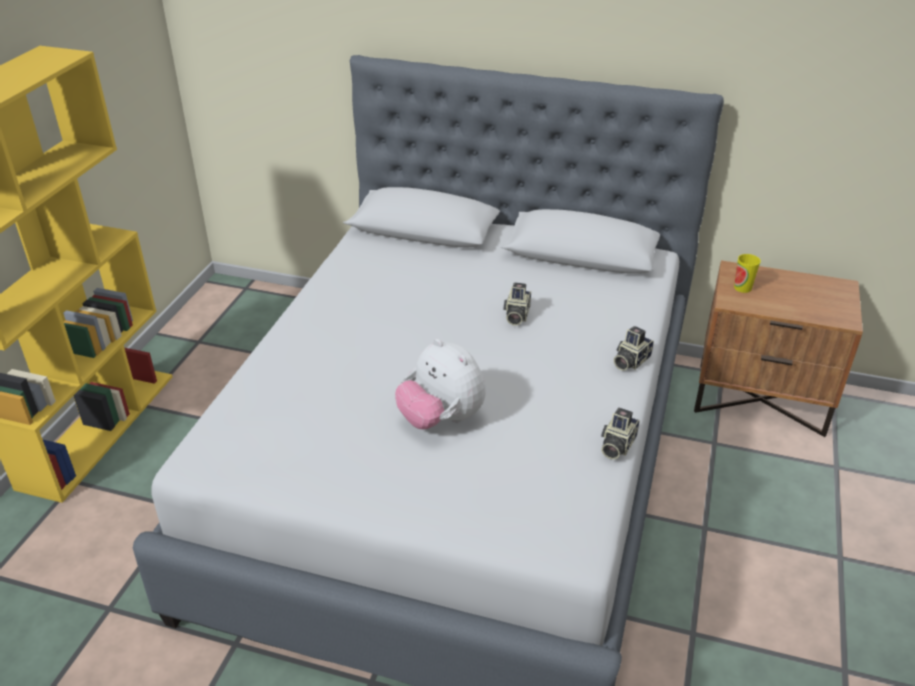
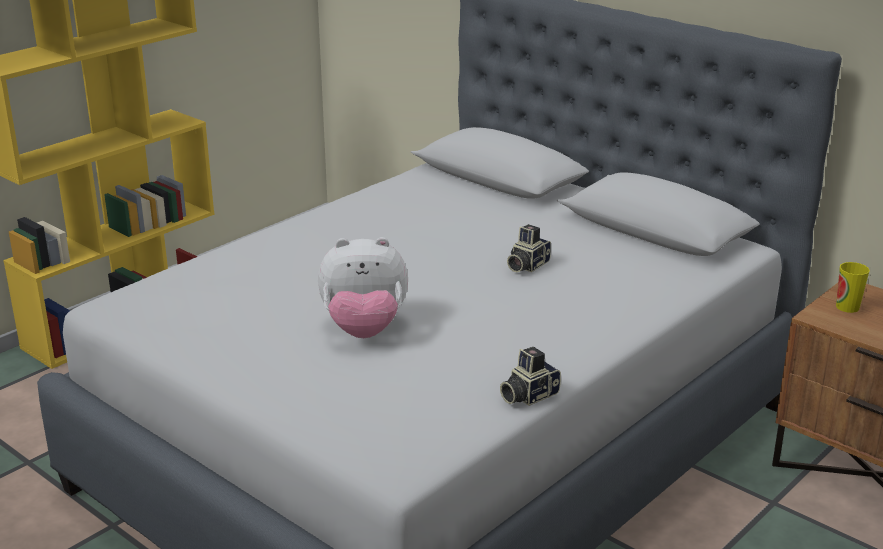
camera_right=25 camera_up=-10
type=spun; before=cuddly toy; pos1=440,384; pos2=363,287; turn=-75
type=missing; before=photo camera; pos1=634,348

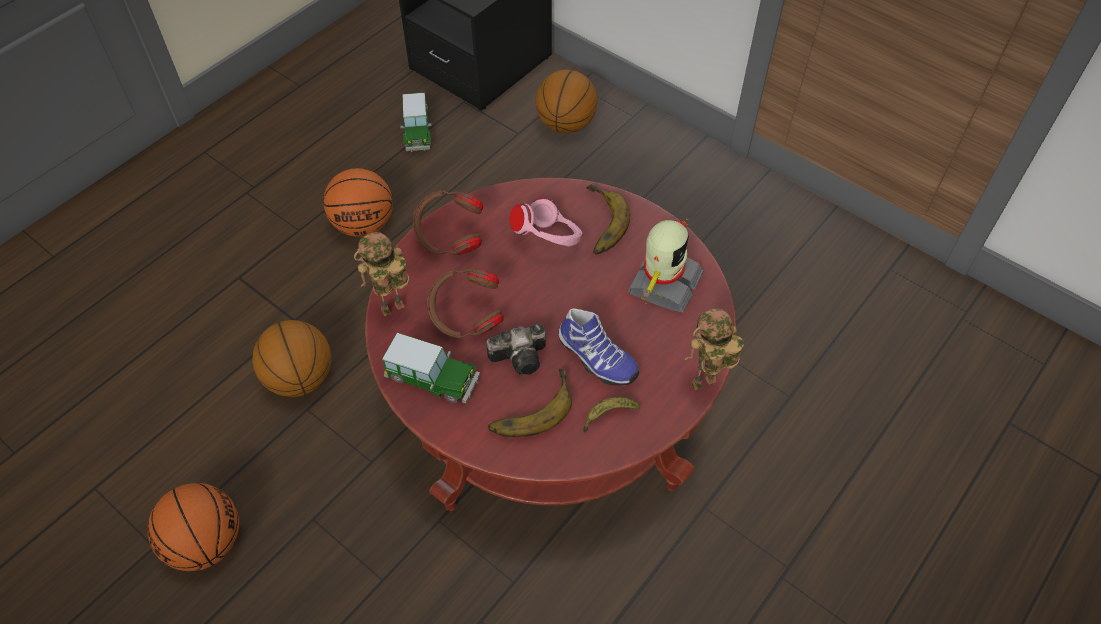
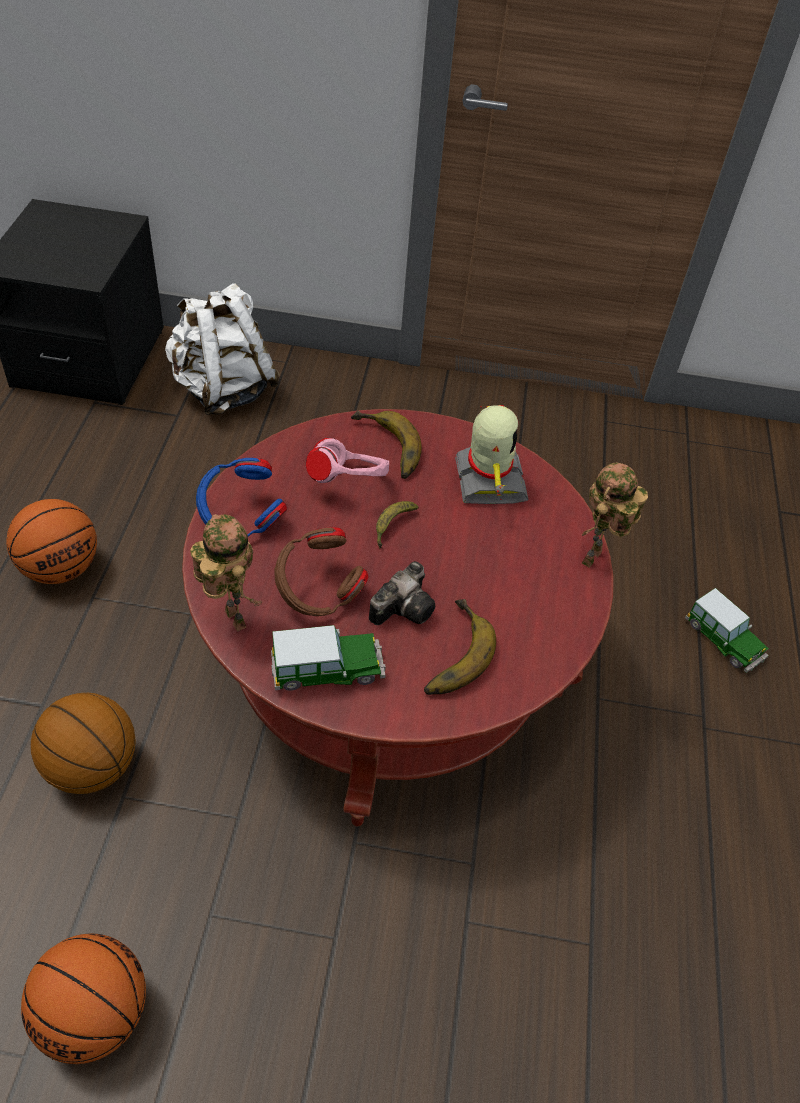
camera_right=-35 camera_up=-5
type=exchanged; before=ball for basketball; after=white knapsack; pos1=566,101; pos2=222,349
type=spun; before=model robot; pos1=381,274; pos2=226,573; turn=120
type=colour; before=brownish pair of headphones; after=blue-coloured pair of headphones; pos1=448,223; pos2=241,497
type=relocated; before=banana fruit; pos1=611,415; pos2=397,524
type=relocated; before=toy car; pos1=416,122; pos2=727,630
type=missing; before=low shoe; pos1=598,347

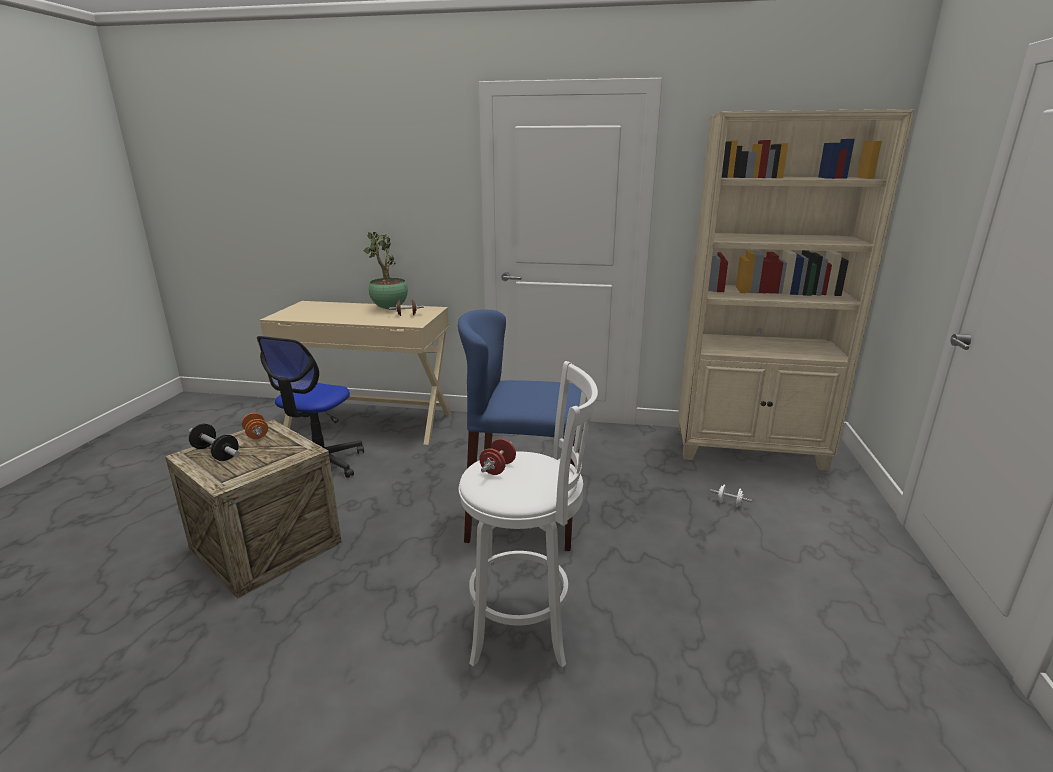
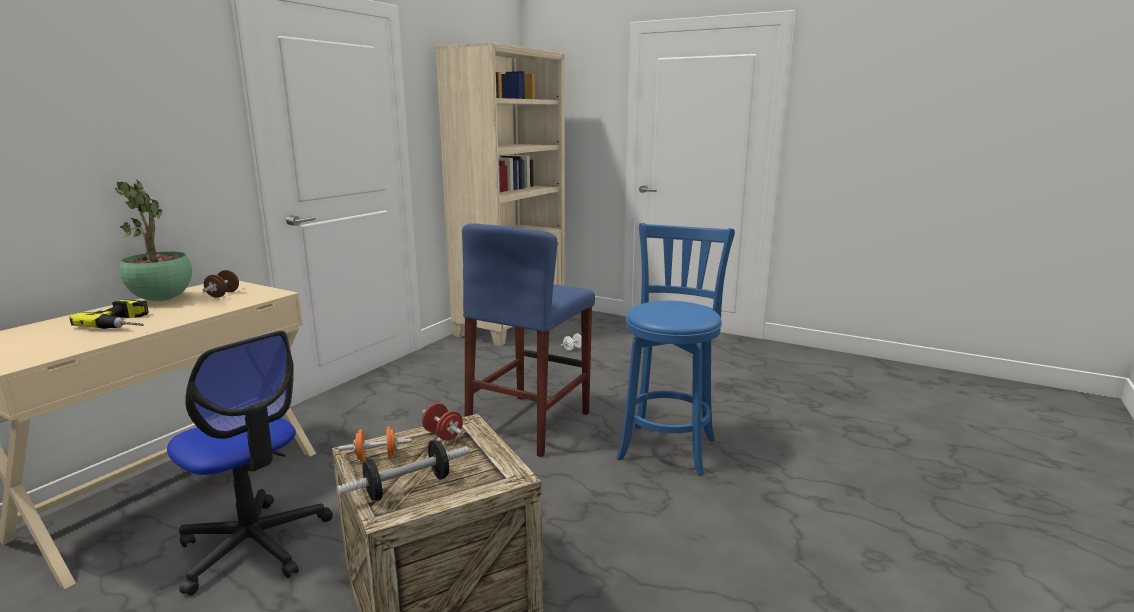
camera_right=-70 camera_up=-5
type=appeared; after=power drill; pos2=109,314
type=relocated; before=red-coloured dumbbell; pos1=497,456; pos2=442,422
type=colour; before=white stool; after=blue-coloured stool; pos1=528,514; pos2=675,349

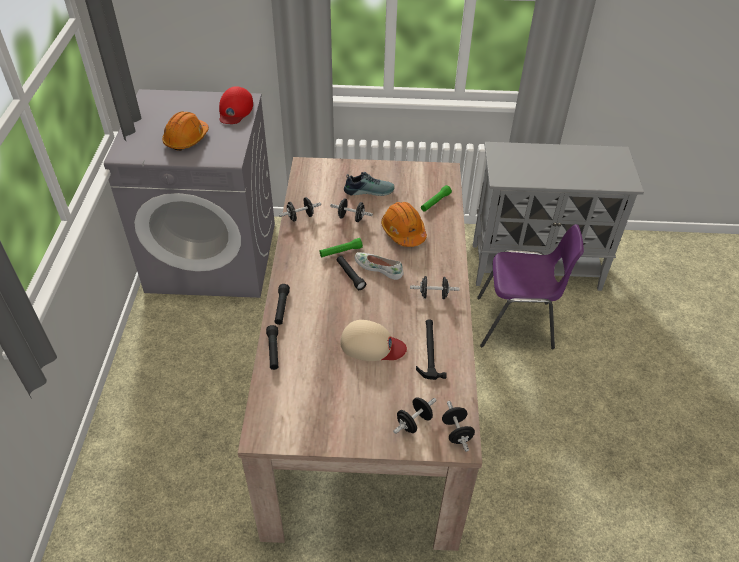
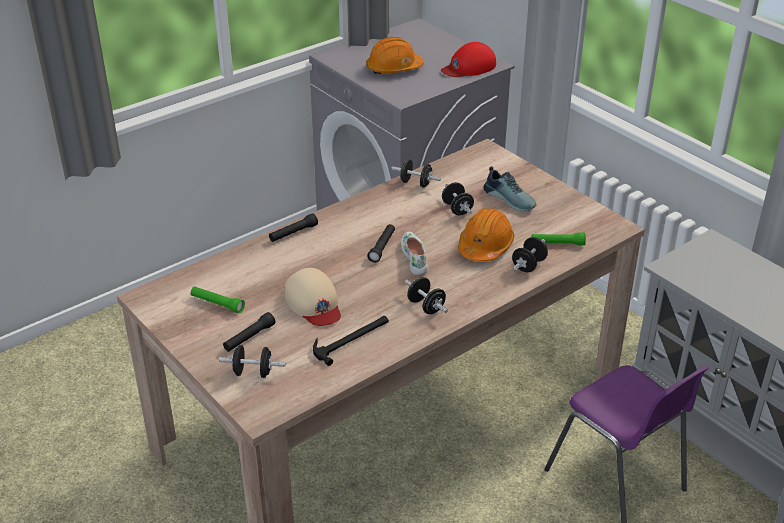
camera_right=50 camera_up=-10
type=relocated; before=green flashlight; pos1=341,247; pos2=218,300
type=relocated; before=black-coloured flashlight; pos1=272,347; pos2=249,332
type=relocated; before=black-coloured dumbbell; pos1=458,426; pos2=530,254

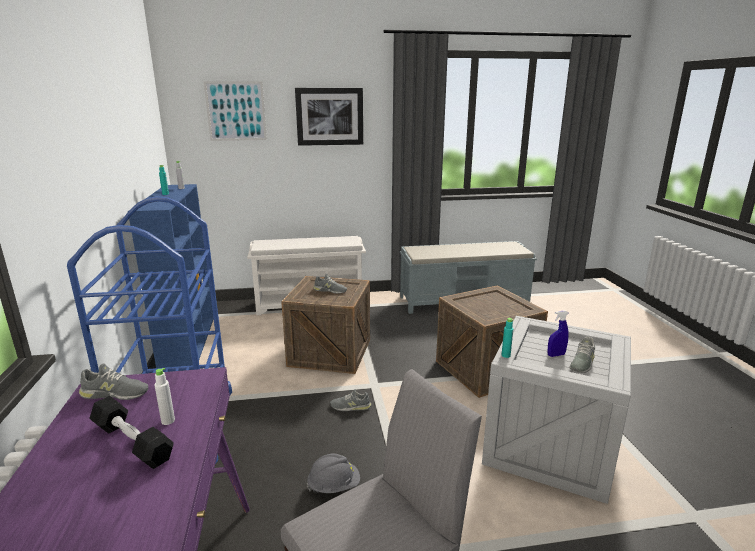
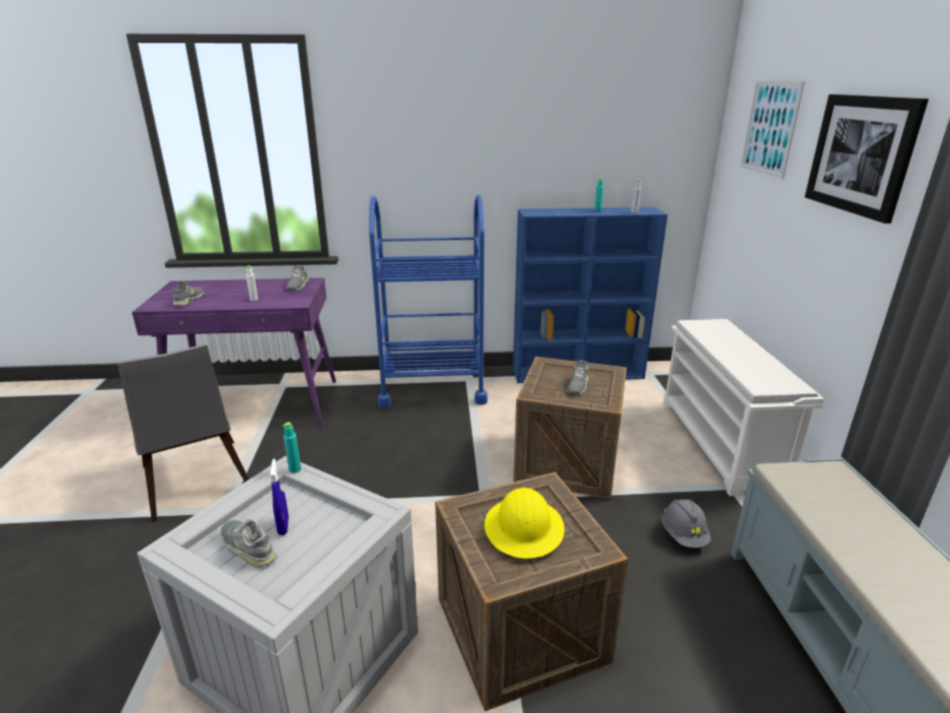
camera_right=95 camera_up=5
type=relocated; before=grey low shoe; pos1=350,400; pos2=188,293
type=appeared; after=yellowish hard hat; pos2=524,523
type=relocated; before=grey hard hat; pos1=333,473; pos2=686,523
type=missing; before=black-coloured dumbbell; pos1=131,432

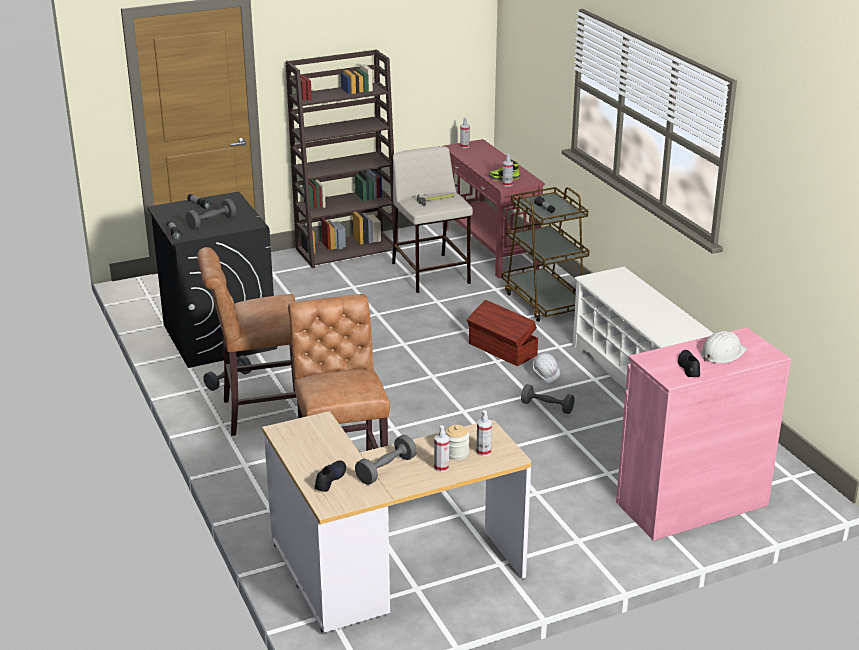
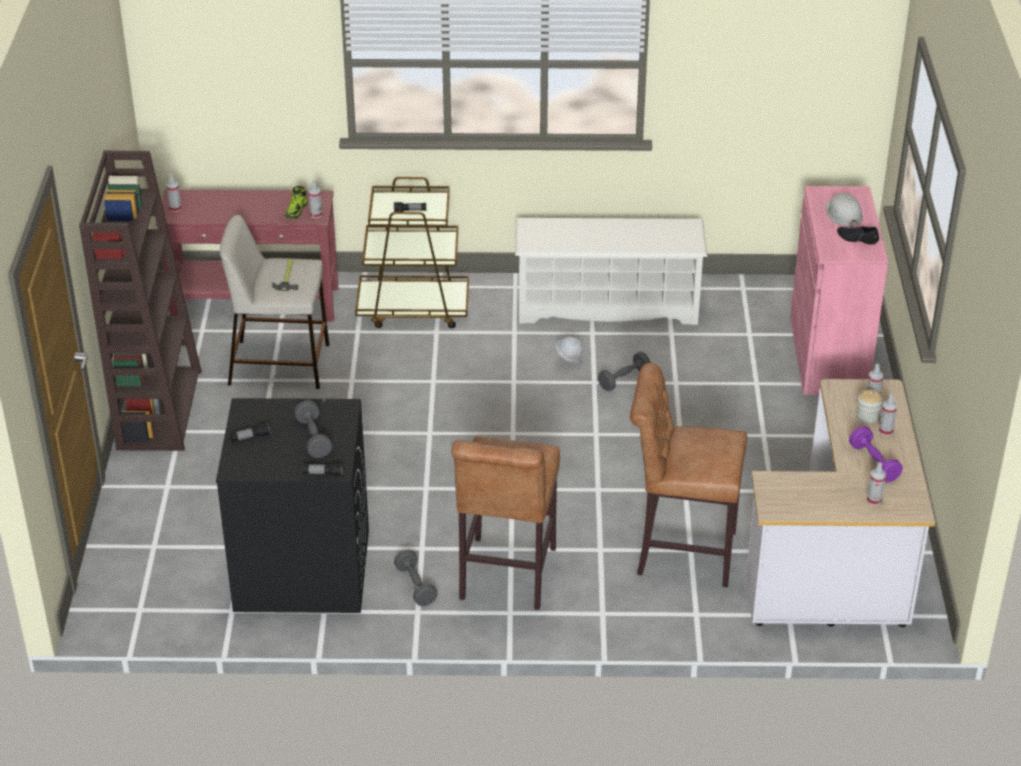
camera_right=-65 camera_up=10
type=colour; before=grey dumbbell; after=purple-coloured dumbbell; pos1=386,460; pos2=876,454
type=exchanged; before=black-coloured low shoe; after=sprayer; pos1=330,476; pos2=876,483
type=missing; before=brownish storage container; pos1=502,333

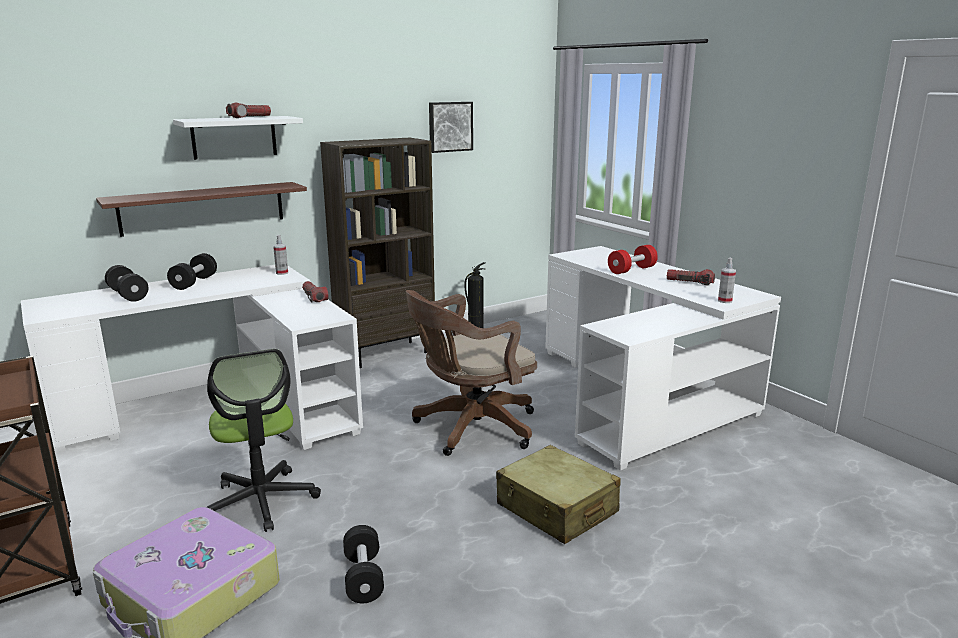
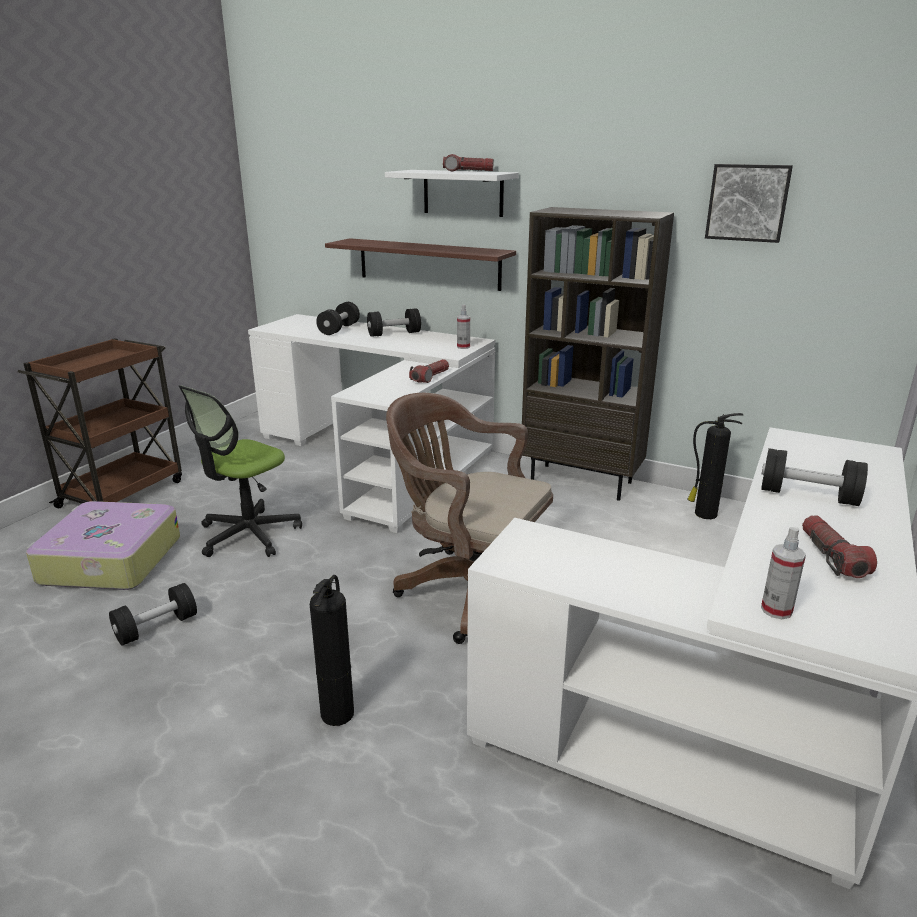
camera_right=60 camera_up=5
type=exchanged; before=sand-coloured piece of luggage; after=extinguisher; pos1=558,494; pos2=332,650
type=colour; before=red-coloured dumbbell; after=black-coloured dumbbell; pos1=633,259; pos2=814,477

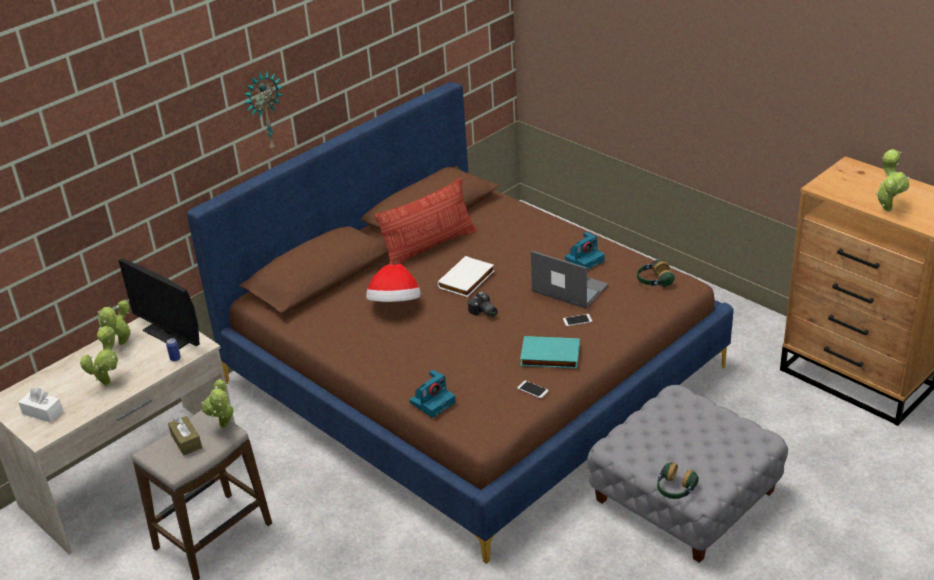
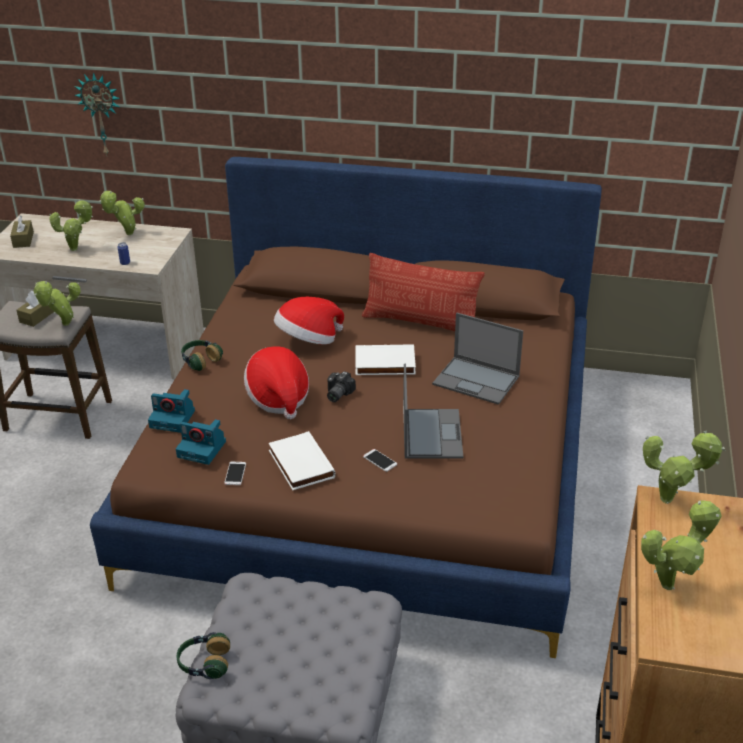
camera_right=55 camera_up=0
type=colour; before=white box of tissues; after=brownish box of tissues; pos1=40,405; pos2=22,231
type=relocated; before=wall clock; pos1=263,110; pos2=97,114
type=relocated; before=photo camera; pos1=585,251; pos2=201,442
type=relocated; before=pair of headphones; pos1=656,273; pos2=202,355
type=appeared; after=clothing hat; pos2=276,382
type=colour; before=turquoise-coloured volume; after=white volume; pos1=550,352; pos2=302,460
type=appeared; after=portable computer; pos2=477,359
type=appeared; after=houseplant; pos2=684,467
type=missing; before=monitor; pos1=159,304

